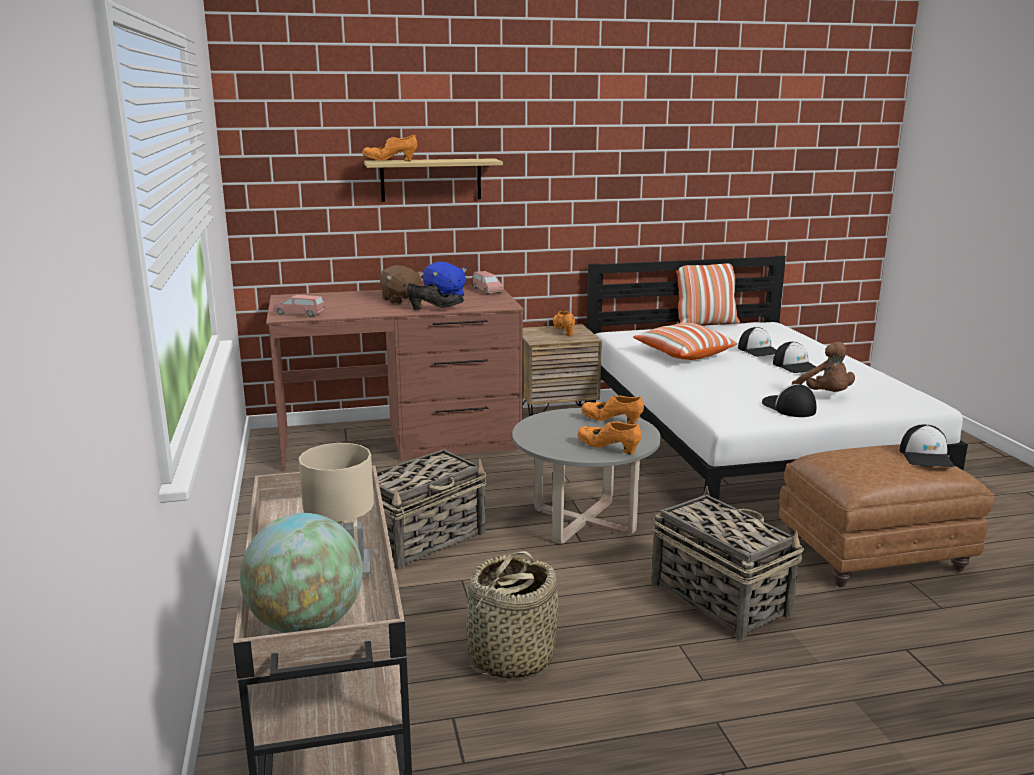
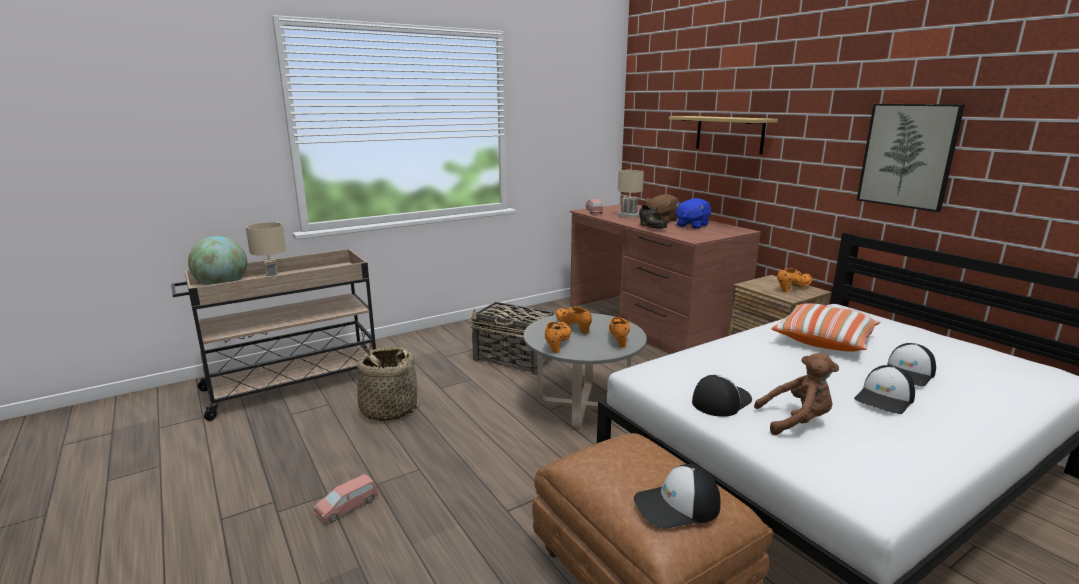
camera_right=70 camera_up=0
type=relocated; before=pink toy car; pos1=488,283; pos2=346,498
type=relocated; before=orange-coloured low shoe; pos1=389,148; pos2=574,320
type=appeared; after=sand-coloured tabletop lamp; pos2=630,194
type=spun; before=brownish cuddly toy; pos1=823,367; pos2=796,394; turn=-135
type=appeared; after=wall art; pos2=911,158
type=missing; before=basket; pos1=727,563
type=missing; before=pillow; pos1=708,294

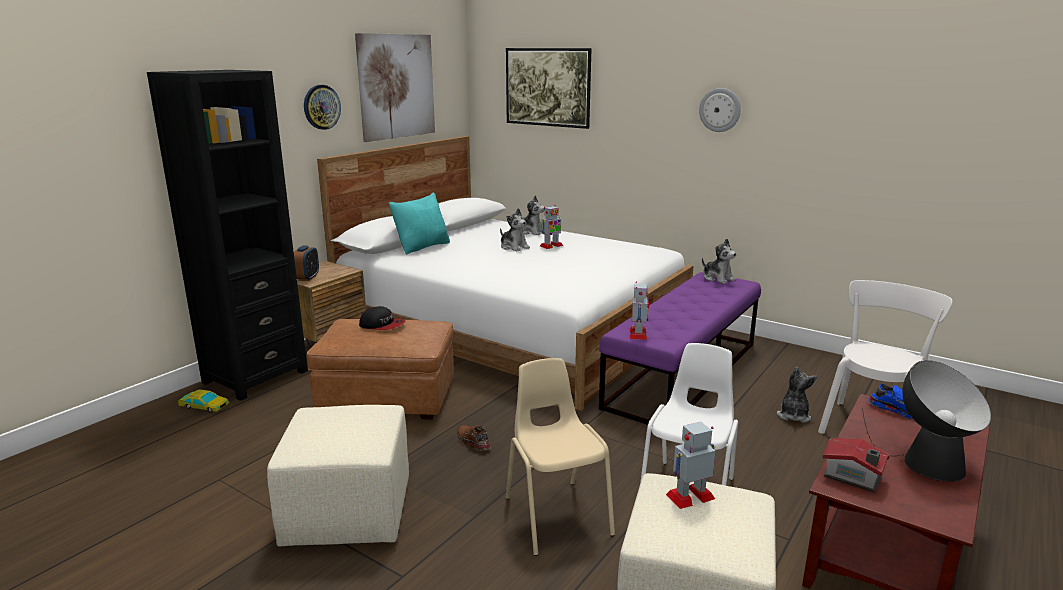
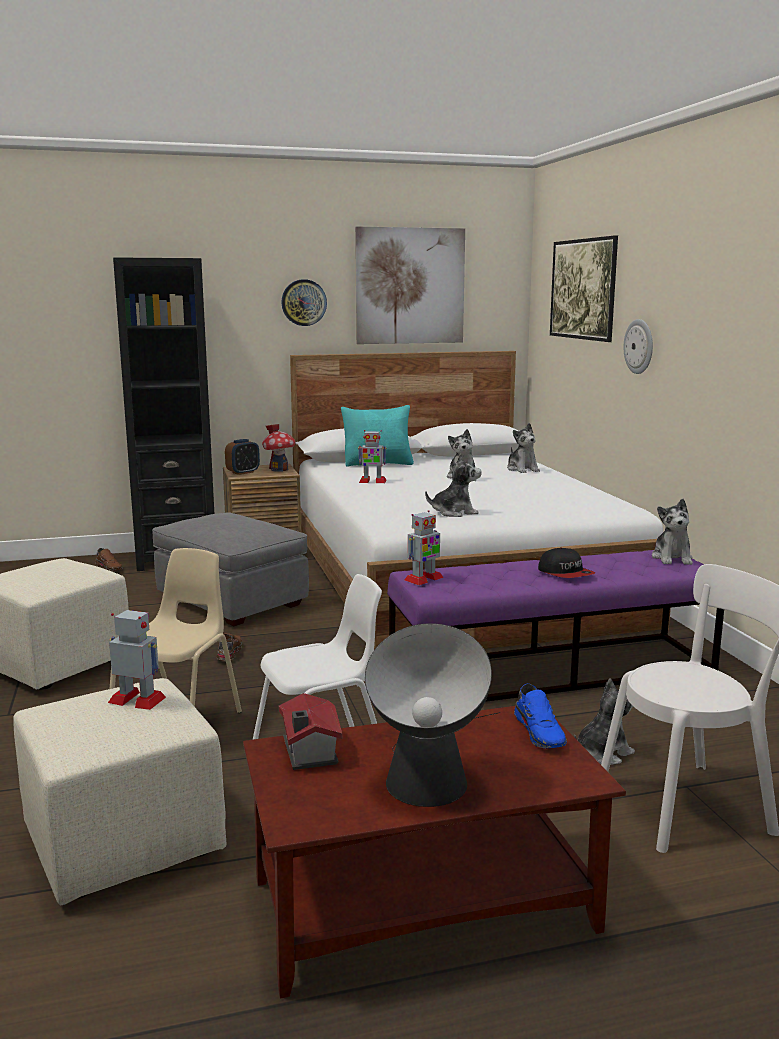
camera_right=40 camera_up=-5
type=exchanged; before=toy car; after=brownish low shoe; pos1=203,401; pos2=109,559
type=colour; before=brownish pouffe; after=grey pouffe; pos1=380,369; pos2=230,569
type=appeared; after=model house; pos2=279,448
type=relocated; before=model robot; pos1=551,227; pos2=372,456
type=appeared; after=cuddly toy; pos2=453,485
type=relocated; before=peaked cap; pos1=382,318; pos2=566,563
type=relocated; before=wall clock; pos1=720,110; pos2=638,346

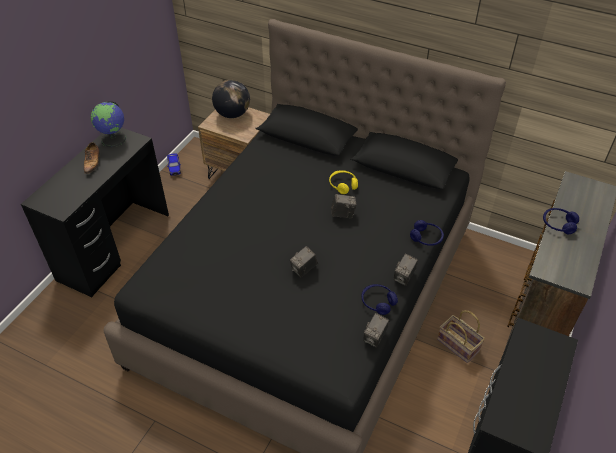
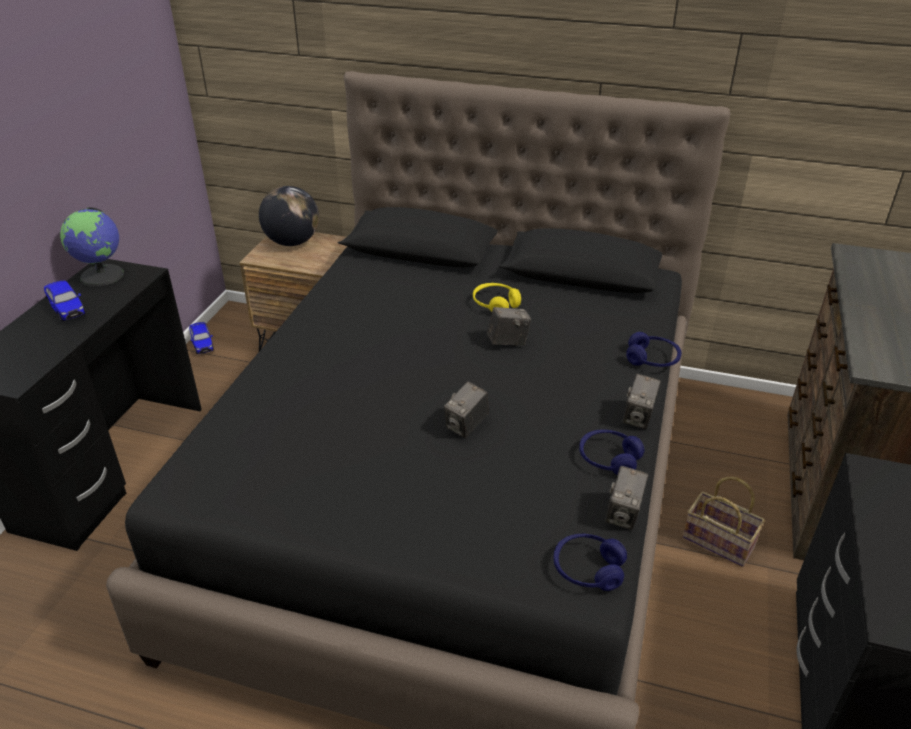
camera_right=-10 camera_up=-10
type=exchanged; before=low shoe; after=toy car; pos1=92,158; pos2=65,301
type=relocated; before=blue-coloured pair of headphones; pos1=561,221; pos2=590,562

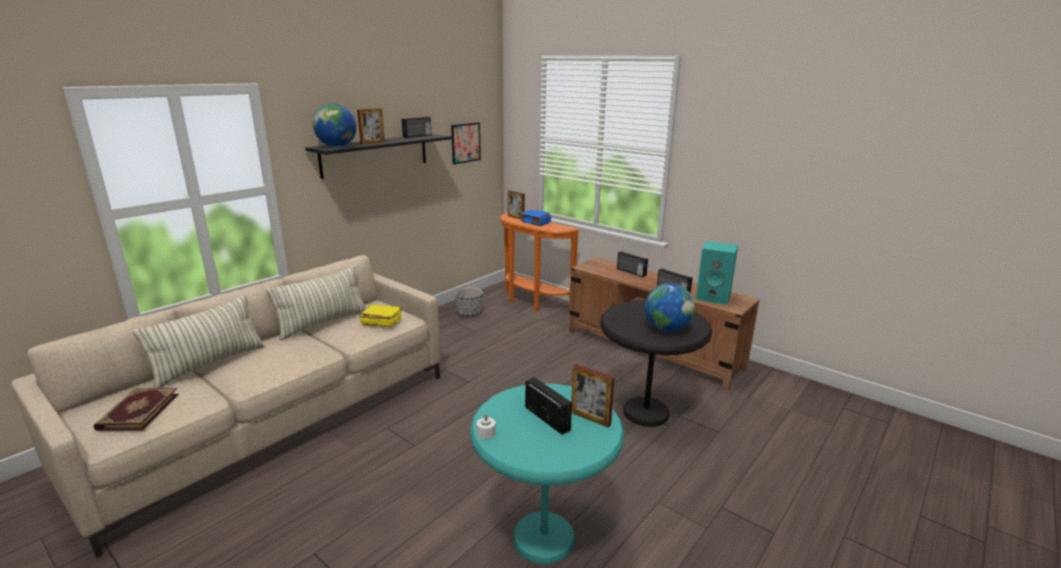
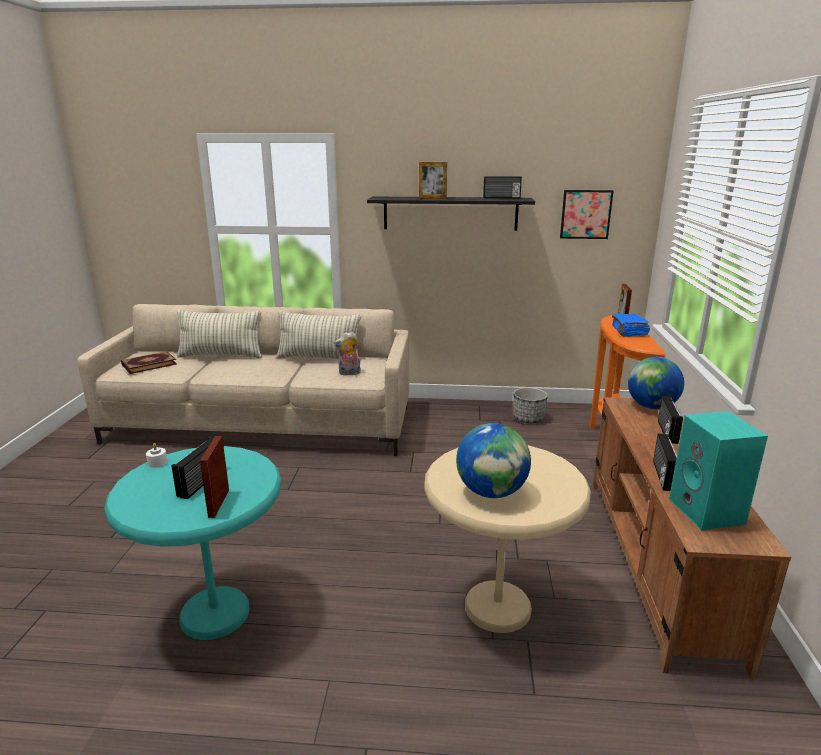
camera_right=55 camera_up=0
type=exchanged; before=yellowish volume; after=cuddly toy; pos1=381,316; pos2=347,354
type=colour; before=black-coloured accent table; after=sand-coloured accent table; pos1=656,363; pos2=507,539
type=relocated; before=world globe; pos1=335,125; pos2=656,383

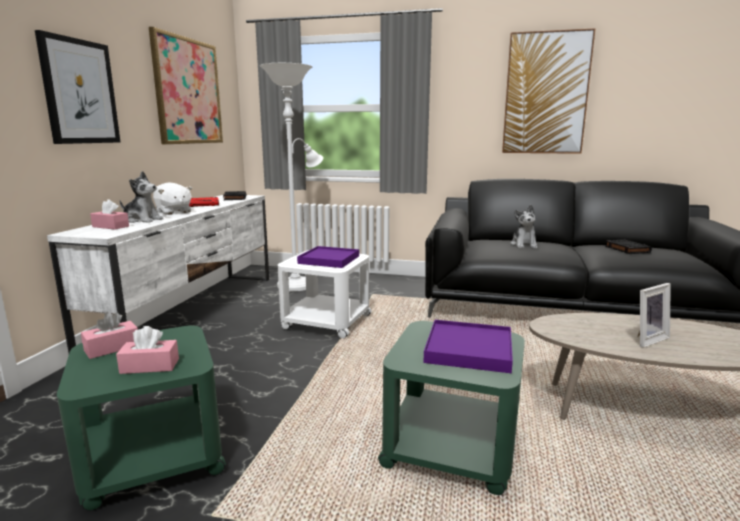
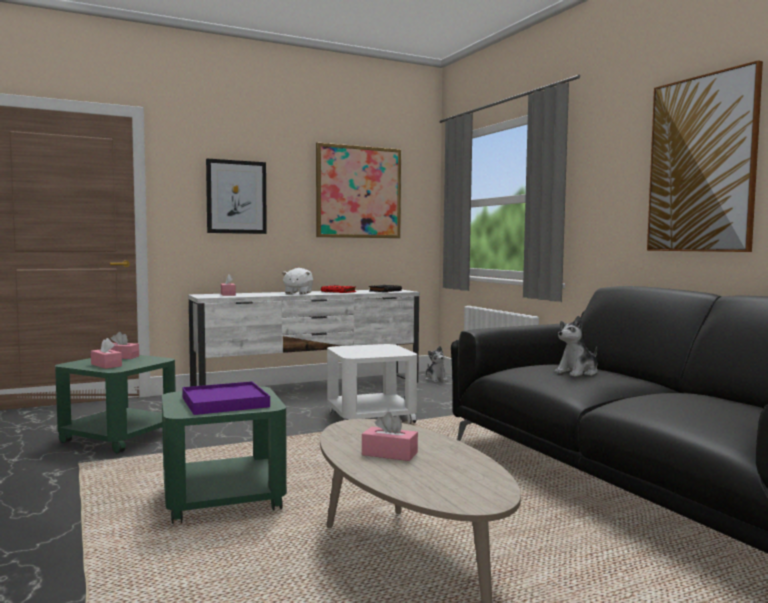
camera_right=50 camera_up=-10
type=exchanged; before=standing frame; after=pink box of tissues; pos1=654,315; pos2=390,436
type=relocated; before=cuddly toy; pos1=142,197; pos2=436,364
type=missing; before=white floor lamp; pos1=291,177
type=missing; before=purple-coloured serving tray; pos1=328,257
type=missing; before=black-coloured volume; pos1=628,246

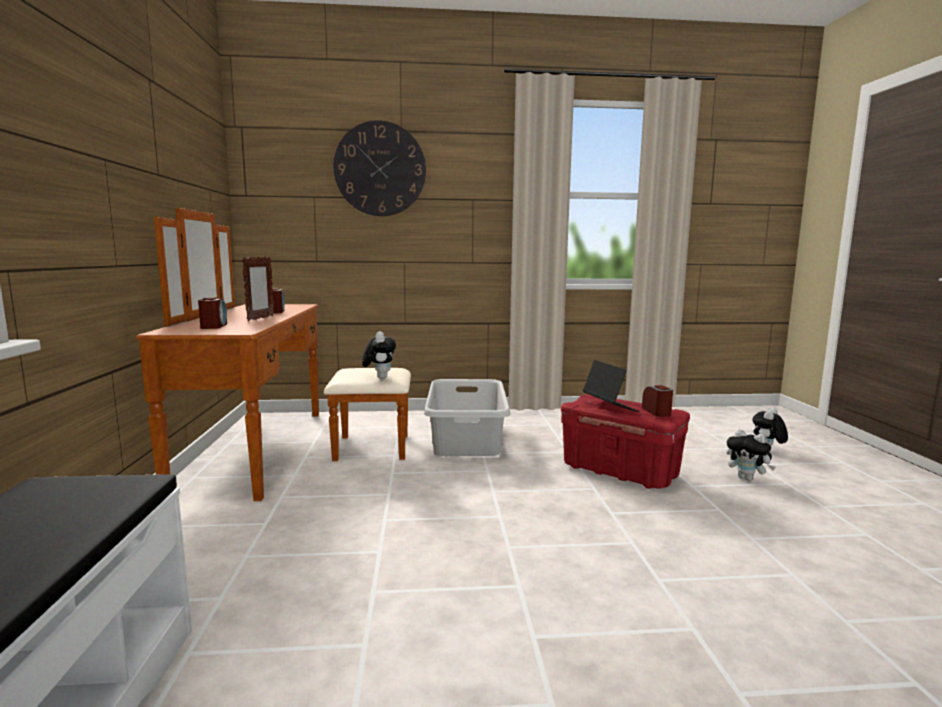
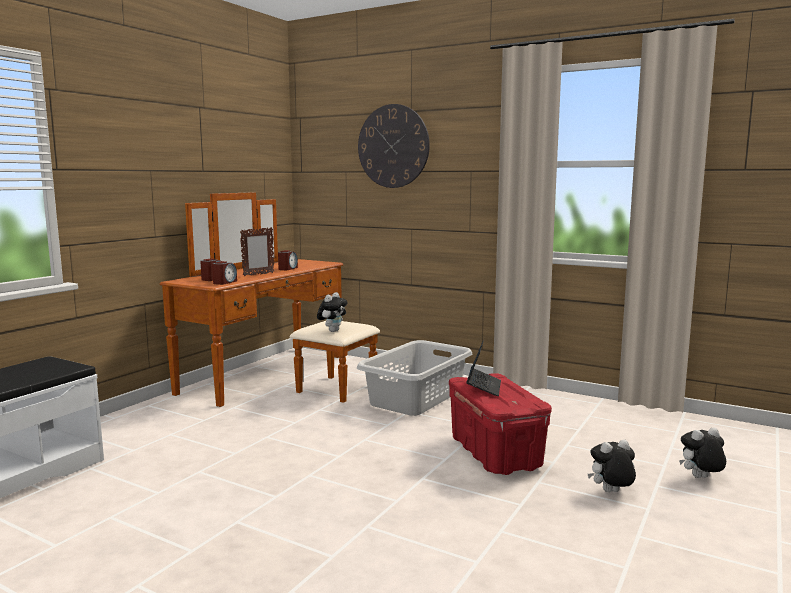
camera_right=35 camera_up=0
type=relocated; before=bedside clock; pos1=657,401; pos2=224,273
type=spun; before=cuddly toy; pos1=751,455; pos2=612,466; turn=90

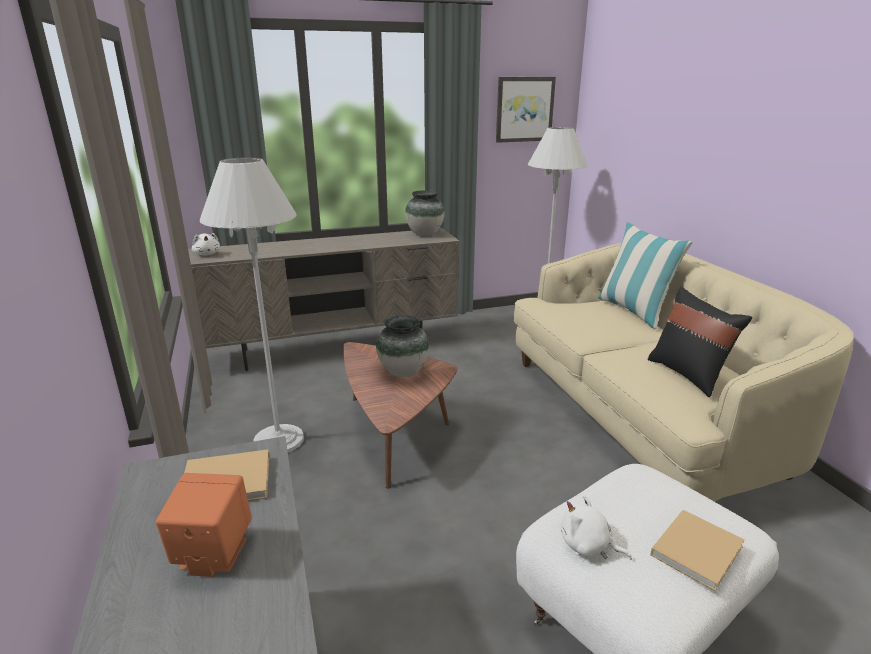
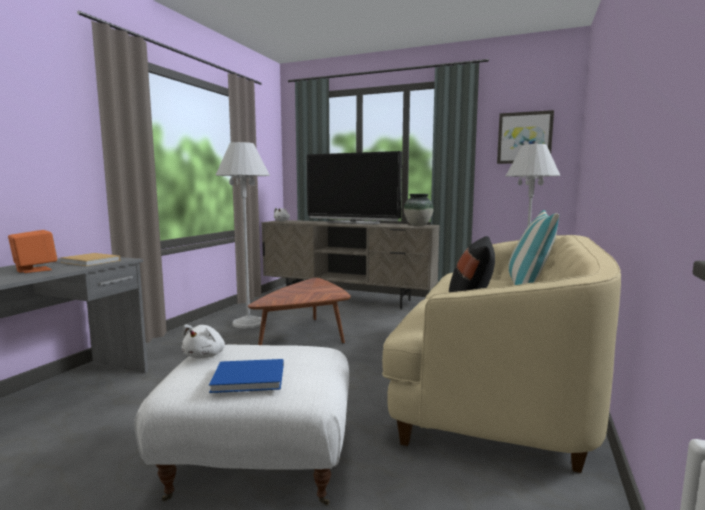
camera_right=40 camera_up=-15
type=spun; before=white cuddly toy; pos1=596,527; pos2=203,341; turn=-150
type=colour; before=sand-coloured volume; after=blue-coloured volume; pos1=697,550; pos2=246,376
type=appeared; after=TV set; pos2=354,188
type=missing; before=decorative vase; pos1=402,346

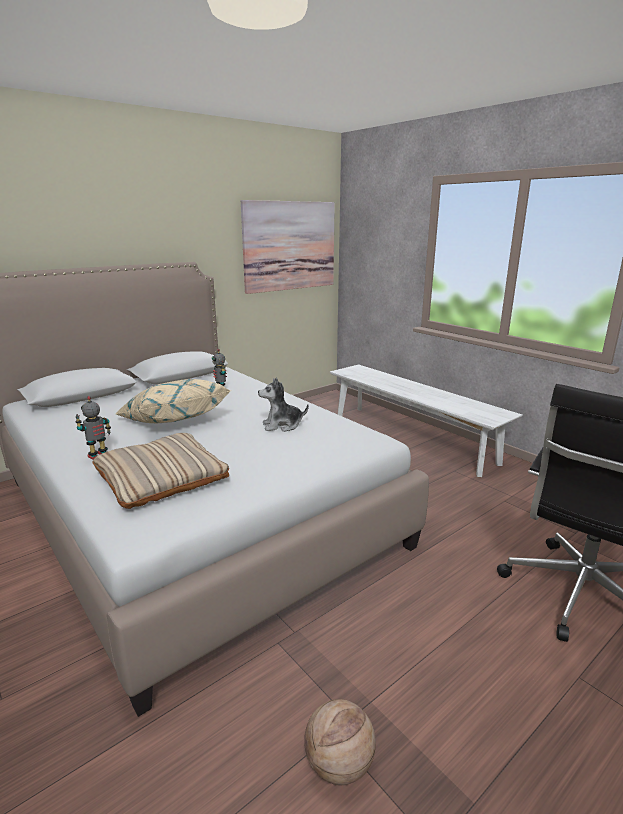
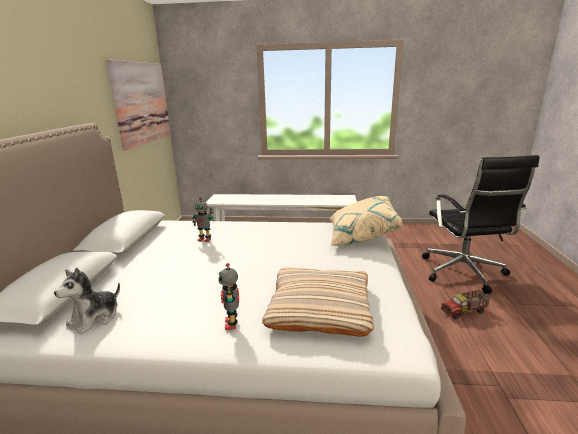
camera_right=-45 camera_up=0
type=relocated; before=cuddly toy; pos1=283,404; pos2=87,301
type=relocated; before=sand-coloured pillow; pos1=173,401; pos2=366,221
type=appeared; after=toy truck; pos2=466,304
type=missing; before=ball for basketball; pos1=340,742

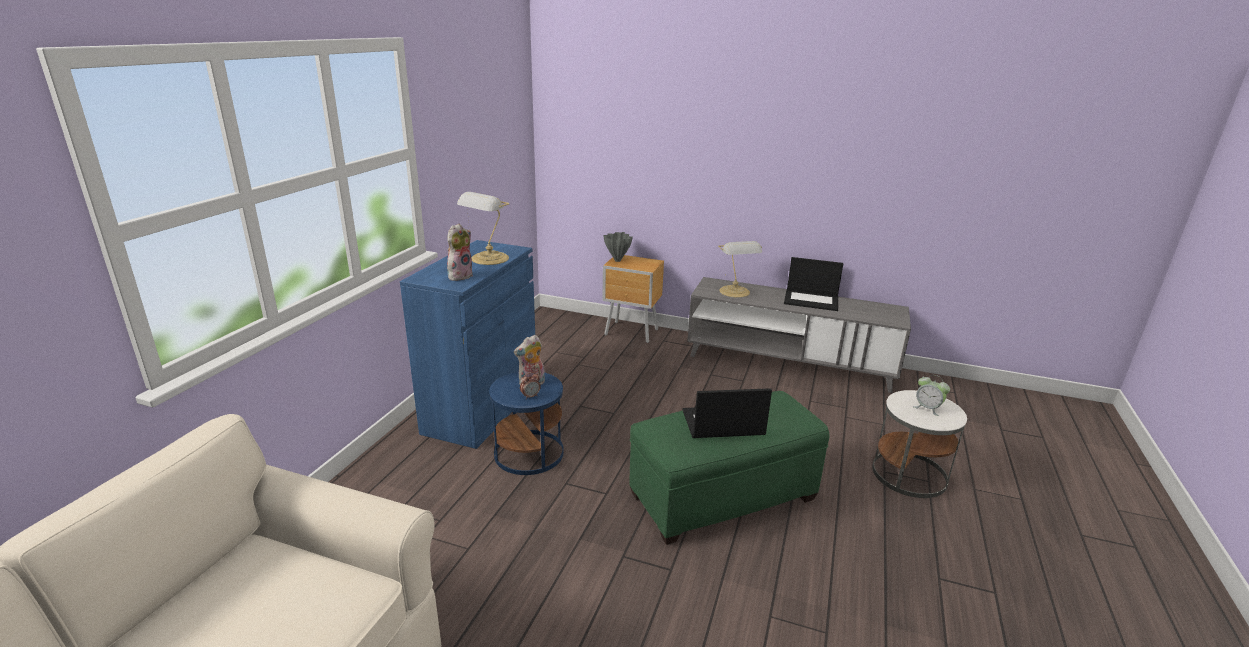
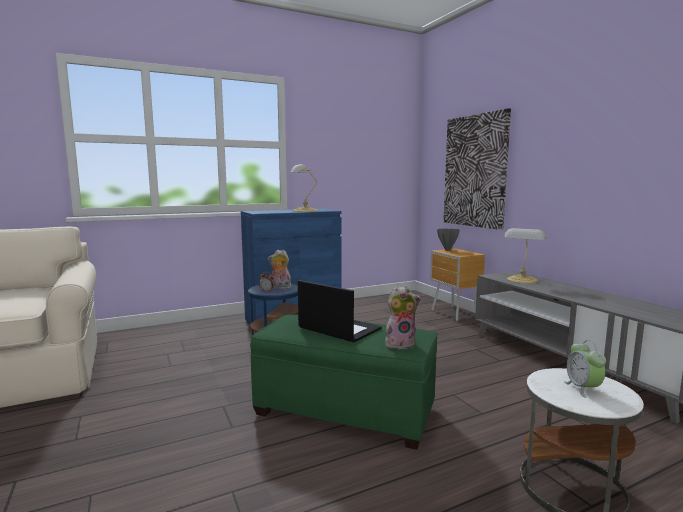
camera_right=45 camera_up=-15
type=relocated; before=cuddly toy; pos1=460,252; pos2=403,317
type=appeared; after=wall art; pos2=477,169
type=missing; before=portable computer; pos1=813,284

